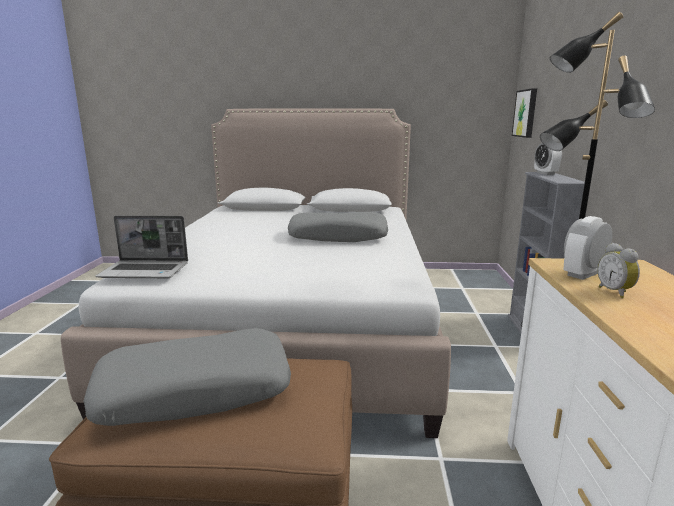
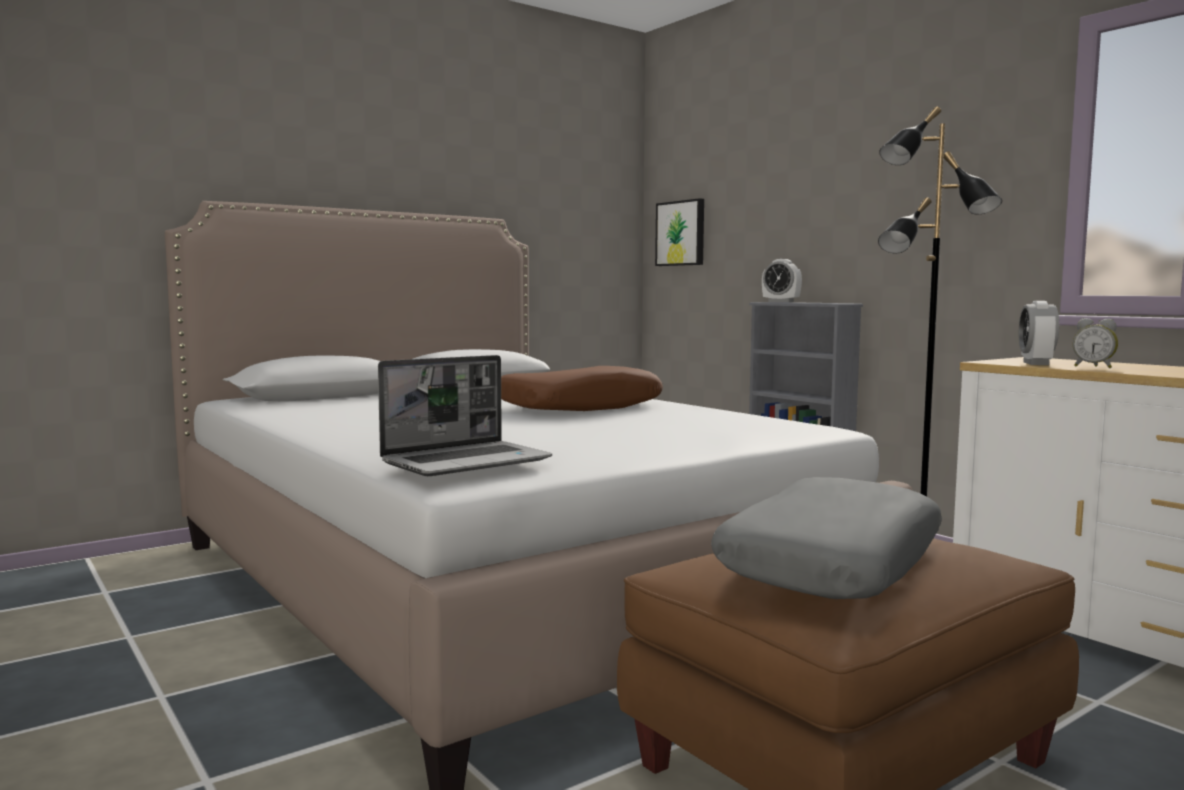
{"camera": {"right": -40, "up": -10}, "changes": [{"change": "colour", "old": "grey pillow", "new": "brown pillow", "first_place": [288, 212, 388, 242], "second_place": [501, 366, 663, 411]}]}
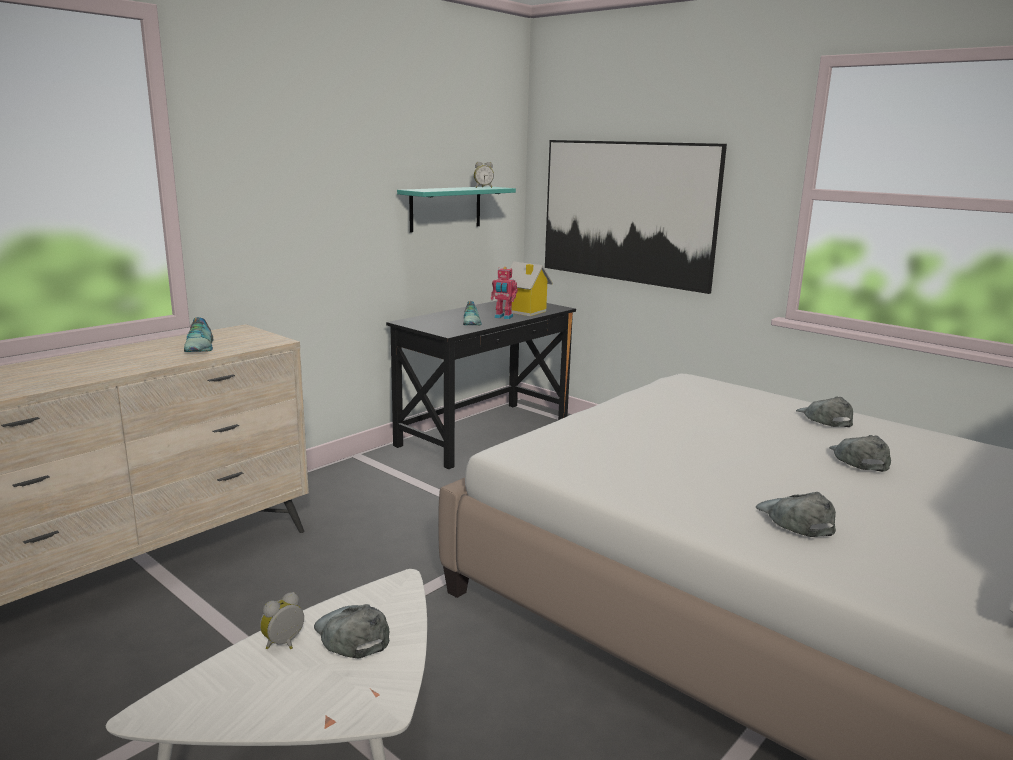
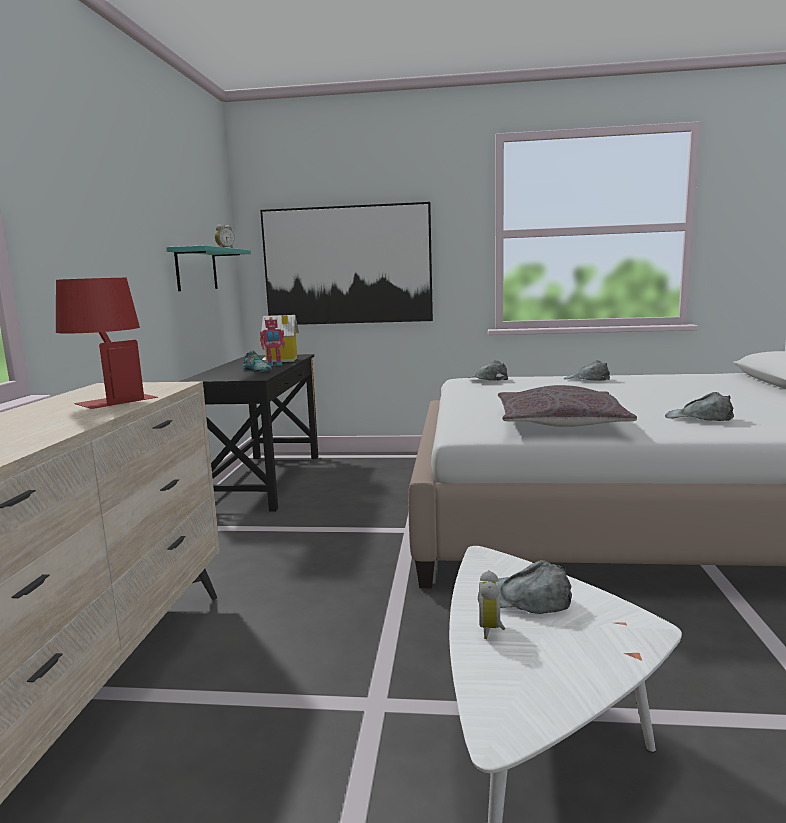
{"camera": {"right": -35, "up": -5}, "changes": [{"change": "exchanged", "old": "shoe", "new": "red table lamp", "first_place": [184, 317, 213, 352], "second_place": [56, 278, 158, 409]}, {"change": "relocated", "old": "grey cap", "first_place": [829, 435, 891, 472], "second_place": [468, 360, 508, 381]}, {"change": "appeared", "new": "grey pillow", "second_place": [498, 385, 637, 427]}]}
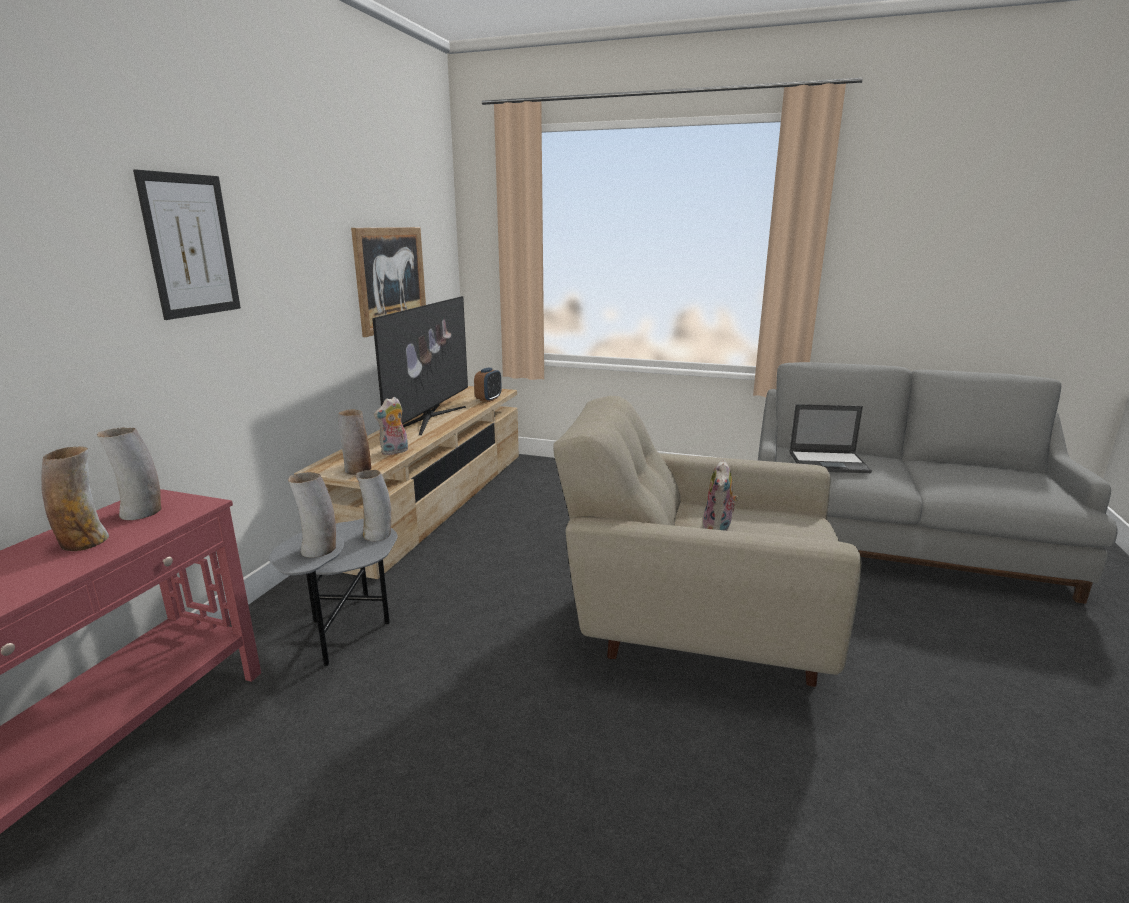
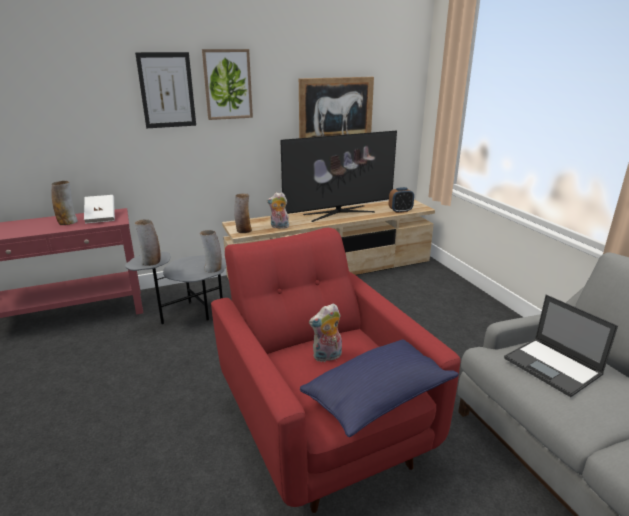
{"camera": {"right": 50, "up": 5}, "changes": [{"change": "exchanged", "old": "vase", "new": "white book", "first_place": [97, 428, 161, 520], "second_place": [84, 195, 115, 224]}, {"change": "colour", "old": "beige armchair", "new": "red armchair", "first_place": [553, 396, 862, 687], "second_place": [211, 228, 461, 513]}, {"change": "appeared", "new": "picture", "second_place": [202, 49, 253, 120]}, {"change": "appeared", "new": "blue pillow", "second_place": [300, 340, 459, 437]}]}
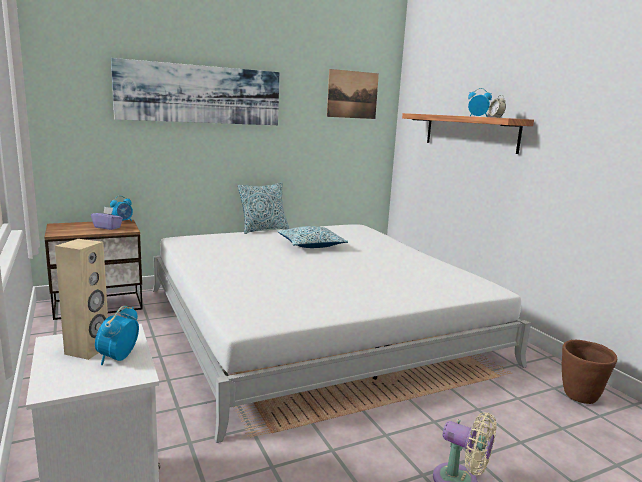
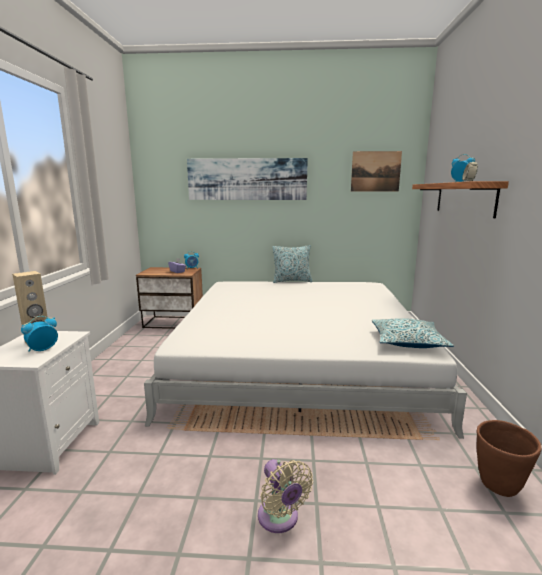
{"camera": {"right": 30, "up": 0}, "changes": [{"change": "relocated", "old": "pillow", "first_place": [278, 226, 348, 248], "second_place": [372, 318, 454, 348]}]}
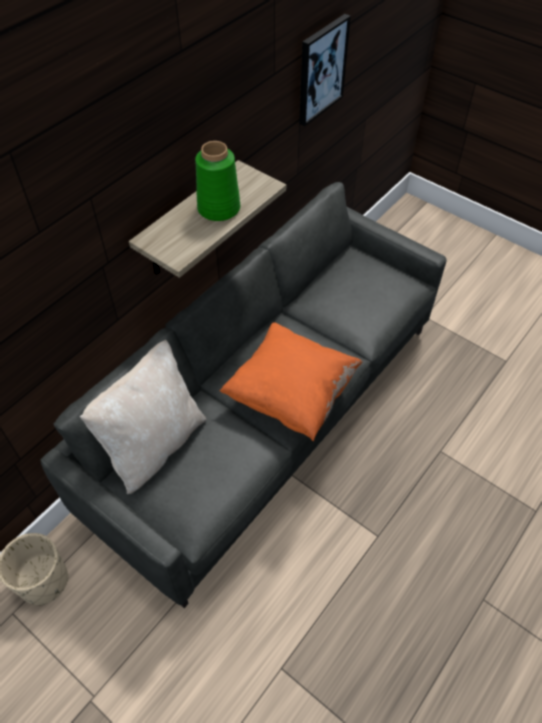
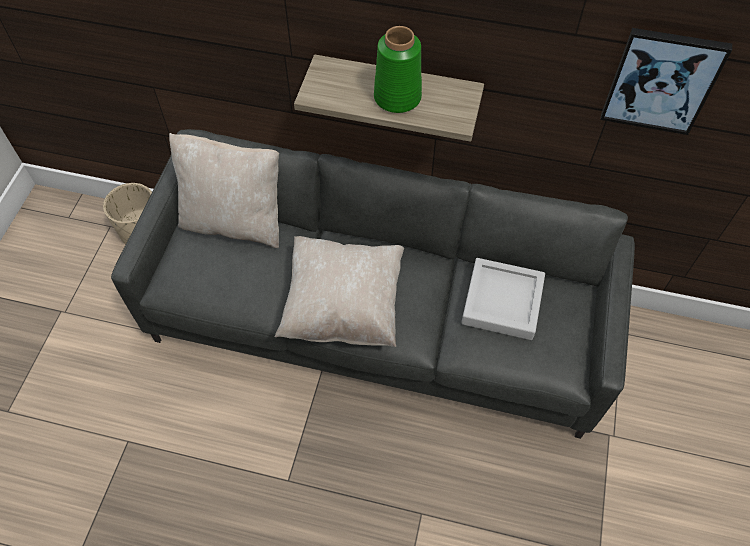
{"camera": {"right": 65, "up": 5}, "changes": [{"change": "colour", "old": "orange pillow", "new": "beige pillow", "first_place": [219, 322, 363, 441], "second_place": [275, 236, 404, 347]}, {"change": "appeared", "new": "grey tray", "second_place": [461, 258, 545, 340]}]}
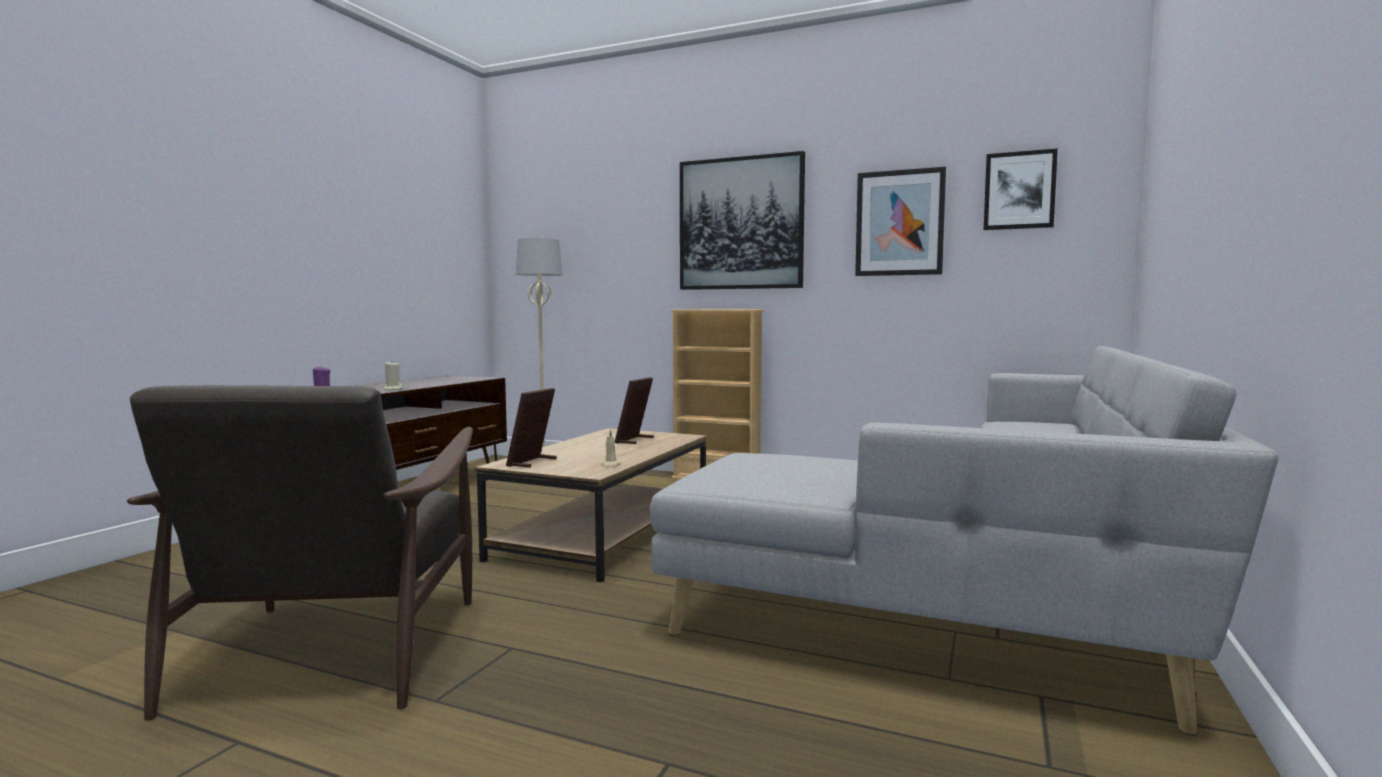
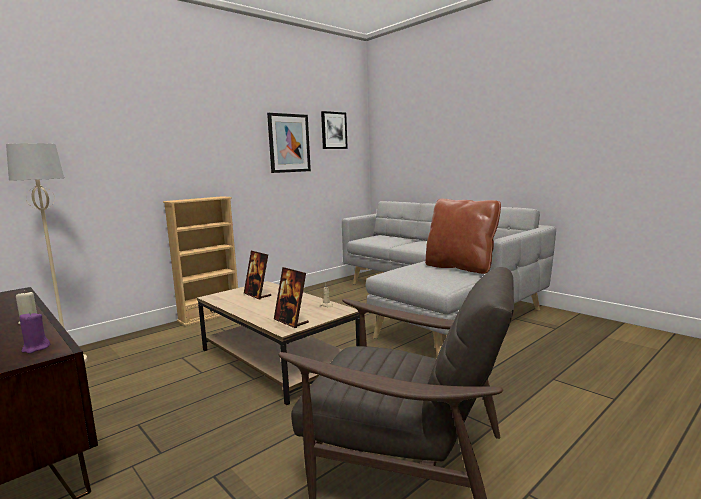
{"camera": {"right": -65, "up": 5}, "changes": [{"change": "missing", "old": "picture", "first_place": [680, 151, 805, 290]}, {"change": "appeared", "new": "brown pillow", "second_place": [425, 199, 501, 274]}]}
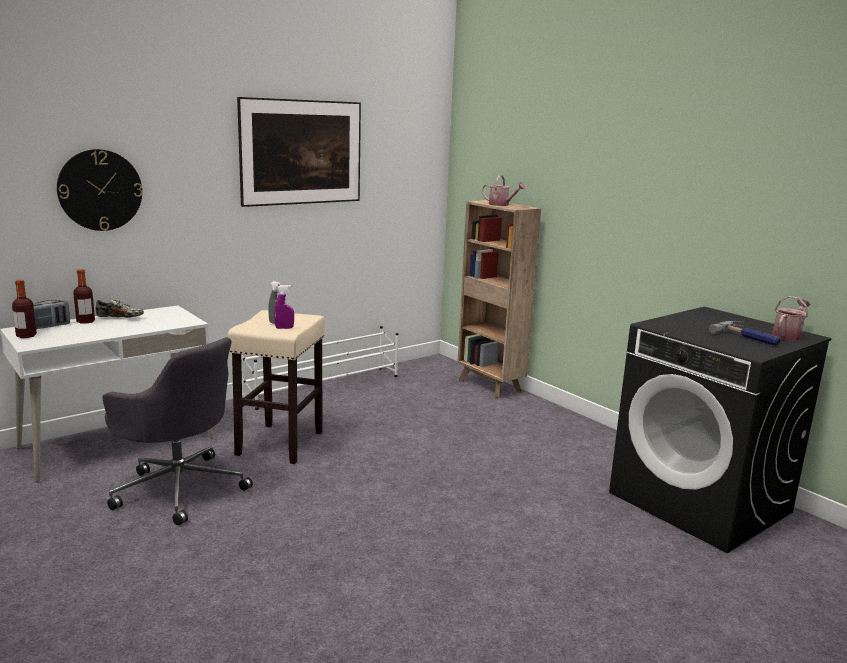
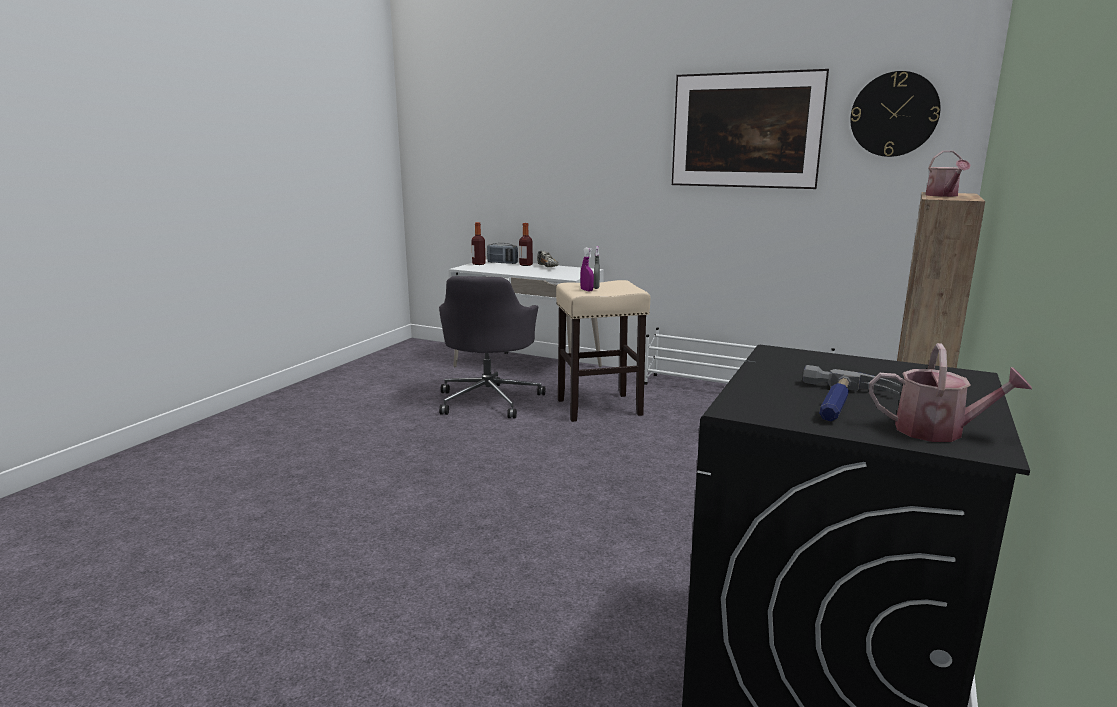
{"camera": {"right": 65, "up": 0}, "changes": [{"change": "relocated", "old": "wall clock", "first_place": [57, 149, 143, 231], "second_place": [850, 71, 940, 157]}]}
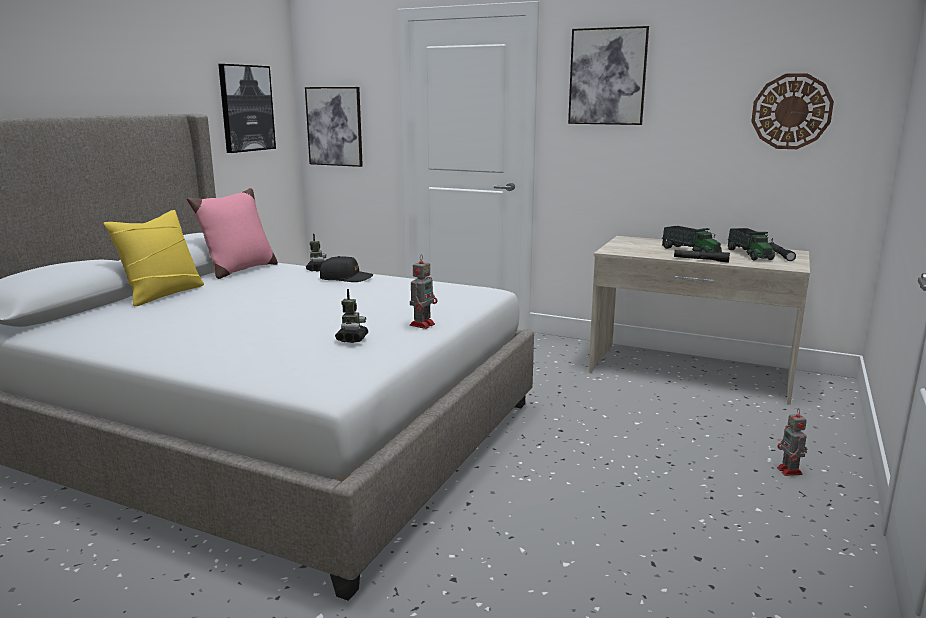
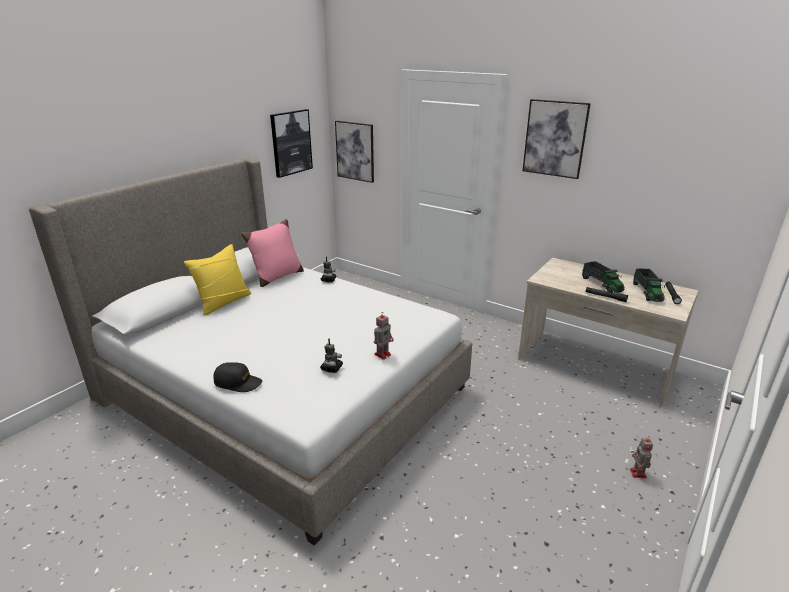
{"camera": {"right": 10, "up": 10}, "changes": [{"change": "relocated", "old": "black cap", "first_place": [320, 256, 373, 282], "second_place": [214, 362, 262, 392]}, {"change": "missing", "old": "wall clock", "first_place": [751, 73, 834, 149]}]}
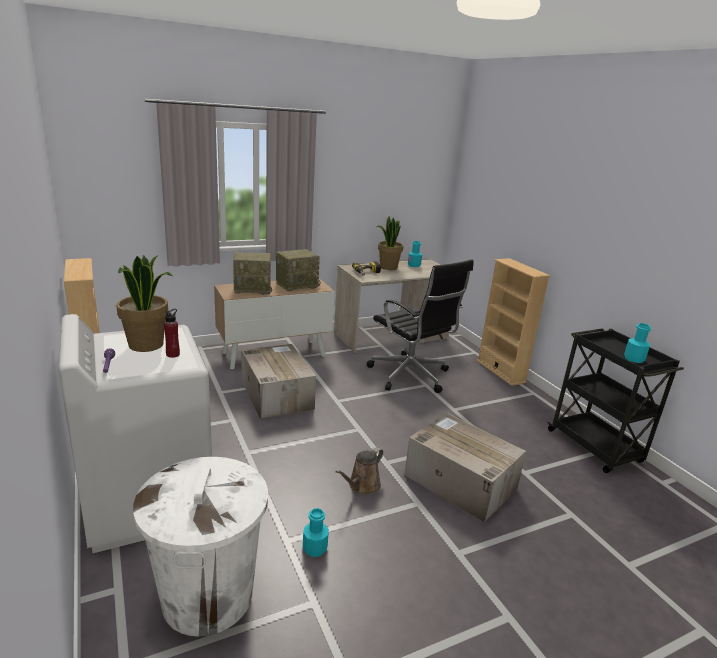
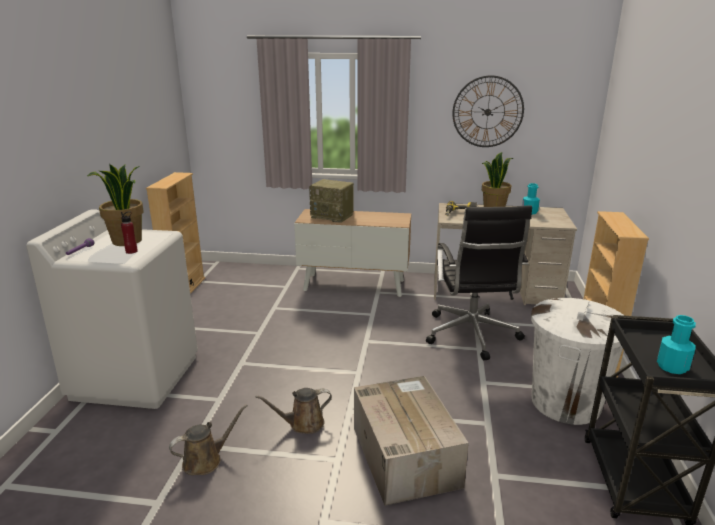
{"camera": {"right": 35, "up": 0}, "changes": [{"change": "relocated", "old": "white trash can", "first_place": [133, 457, 268, 637], "second_place": [531, 298, 624, 425]}, {"change": "missing", "old": "cardboard box", "first_place": [241, 344, 316, 419]}, {"change": "missing", "old": "radio", "first_place": [276, 249, 321, 291]}, {"change": "exchanged", "old": "turquoise bottle", "new": "brown watering can", "first_place": [303, 508, 329, 557], "second_place": [169, 404, 247, 475]}, {"change": "appeared", "new": "wall clock", "second_place": [452, 75, 524, 147]}]}
